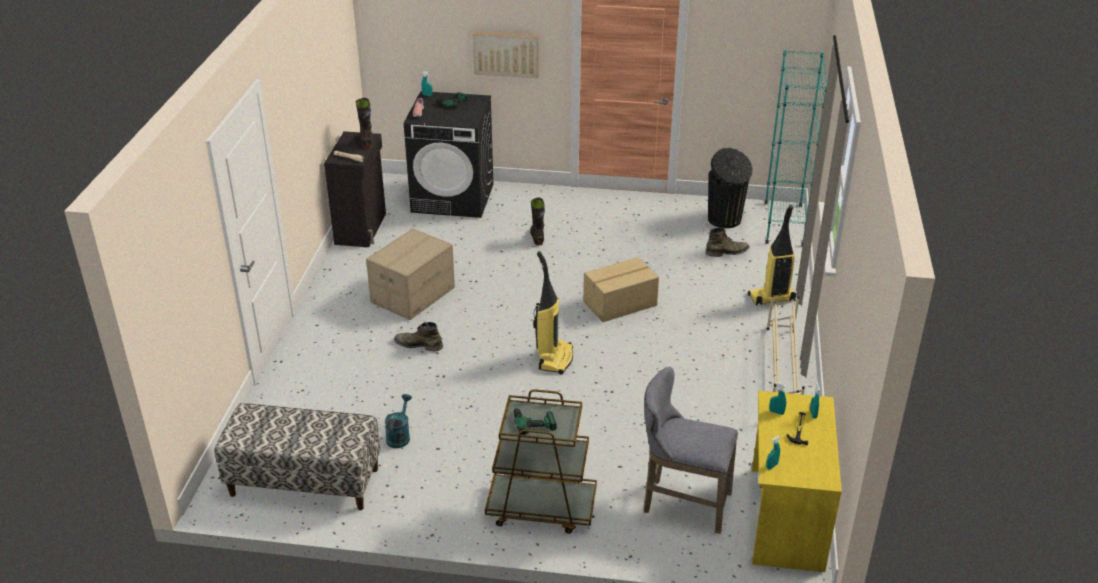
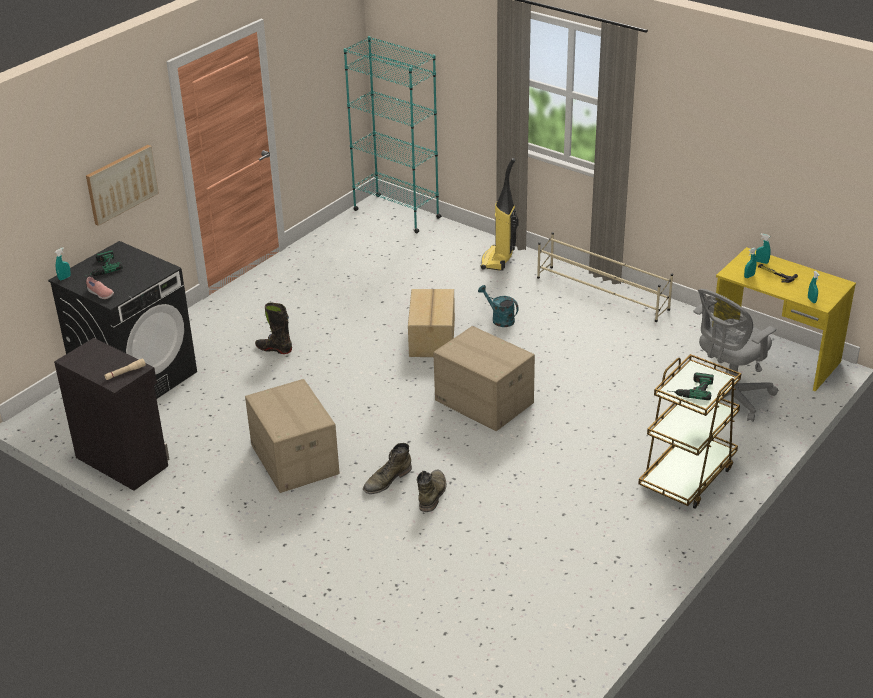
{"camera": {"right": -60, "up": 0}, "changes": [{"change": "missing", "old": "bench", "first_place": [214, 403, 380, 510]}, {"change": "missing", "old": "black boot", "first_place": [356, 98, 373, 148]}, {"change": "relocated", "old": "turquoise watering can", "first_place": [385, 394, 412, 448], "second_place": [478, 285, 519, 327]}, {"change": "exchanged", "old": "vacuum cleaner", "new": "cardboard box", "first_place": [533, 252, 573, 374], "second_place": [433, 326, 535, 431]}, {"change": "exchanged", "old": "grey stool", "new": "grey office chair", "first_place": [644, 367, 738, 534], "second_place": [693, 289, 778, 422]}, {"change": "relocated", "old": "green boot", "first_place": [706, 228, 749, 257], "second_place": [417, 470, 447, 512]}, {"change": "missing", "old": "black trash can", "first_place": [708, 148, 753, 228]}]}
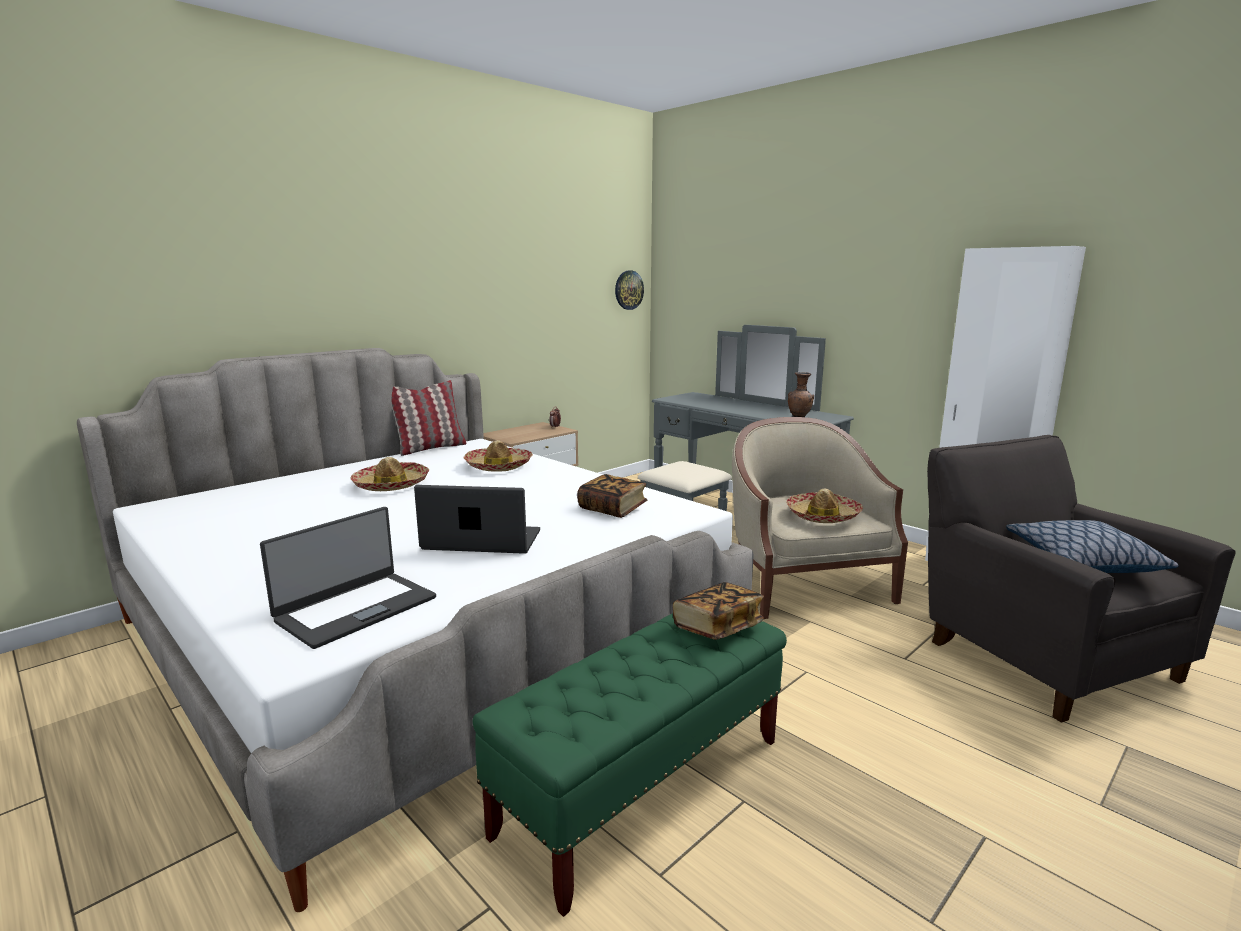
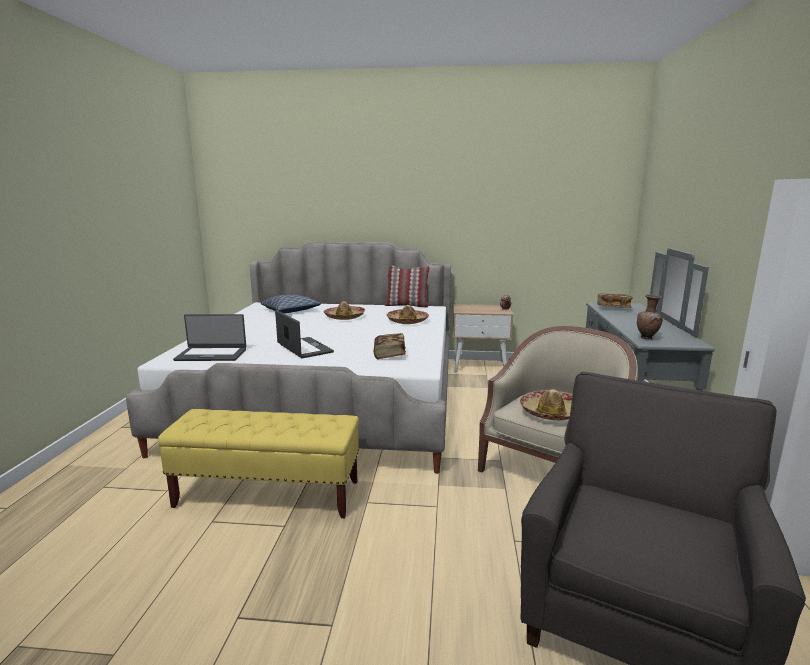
{"camera": {"right": 50, "up": 0}, "changes": [{"change": "colour", "old": "green bench", "new": "yellow bench", "first_place": [473, 614, 787, 917], "second_place": [158, 409, 359, 518]}, {"change": "missing", "old": "wall clock", "first_place": [615, 271, 644, 310]}, {"change": "relocated", "old": "book", "first_place": [673, 582, 764, 640], "second_place": [597, 294, 633, 308]}, {"change": "relocated", "old": "pillow", "first_place": [1006, 520, 1179, 573], "second_place": [260, 295, 321, 313]}]}
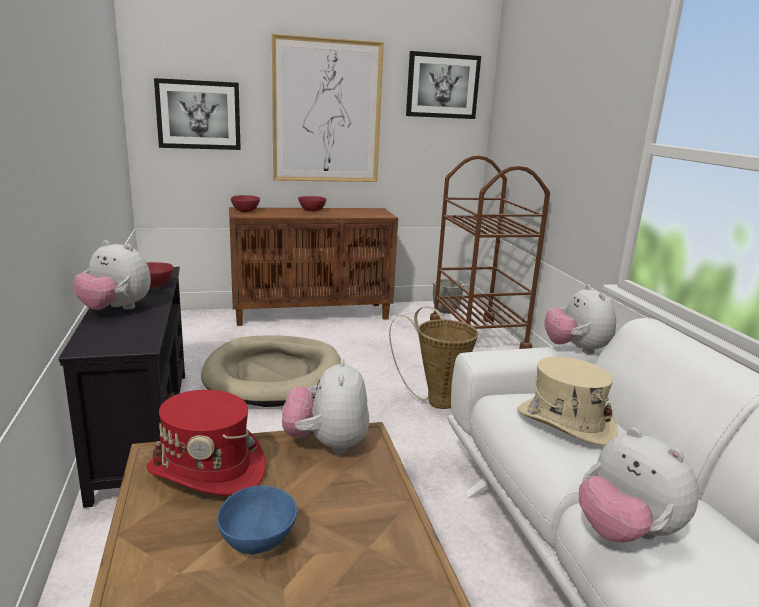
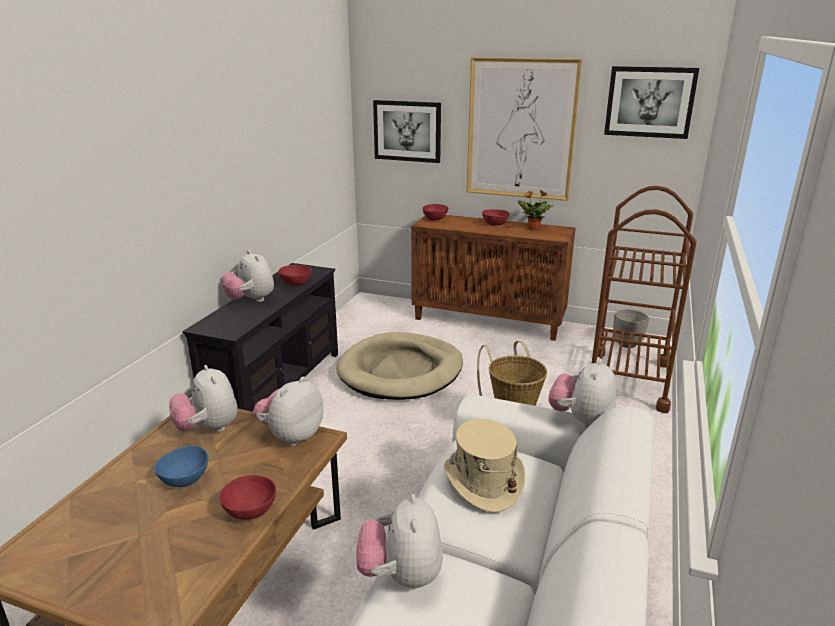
{"camera": {"right": 35, "up": 5}, "changes": [{"change": "exchanged", "old": "red hat", "new": "plush toy", "first_place": [147, 390, 266, 496], "second_place": [169, 365, 238, 432]}, {"change": "appeared", "new": "red bowl", "second_place": [220, 475, 276, 520]}, {"change": "appeared", "new": "potted plant", "second_place": [518, 190, 554, 230]}]}
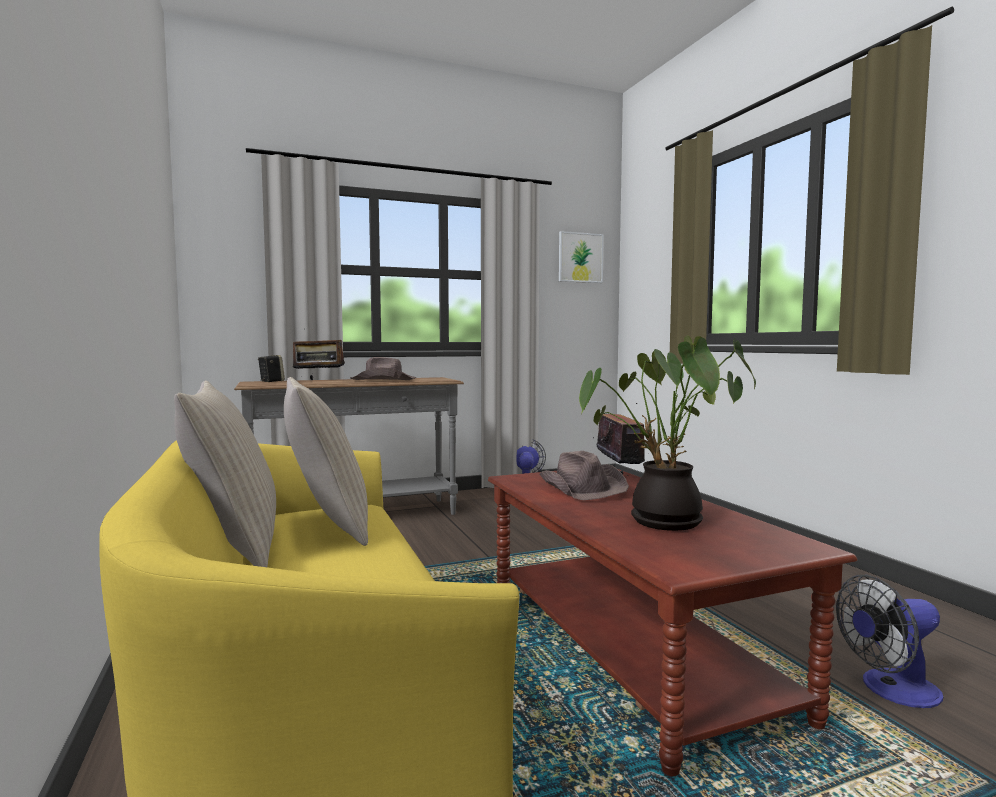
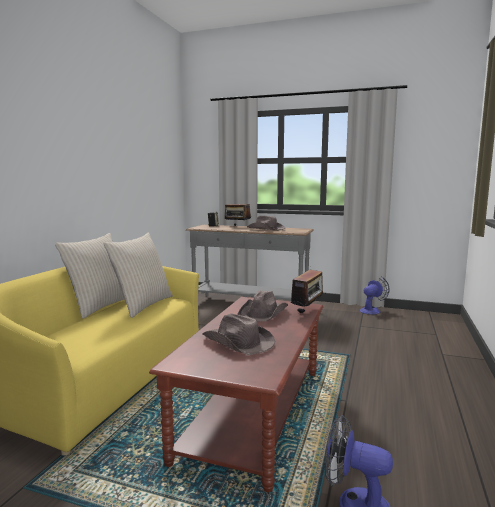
{"camera": {"right": 40, "up": 5}, "changes": [{"change": "missing", "old": "picture", "first_place": [559, 231, 604, 283]}, {"change": "exchanged", "old": "potted plant", "new": "brown hat", "first_place": [579, 335, 756, 531], "second_place": [202, 314, 275, 355]}]}
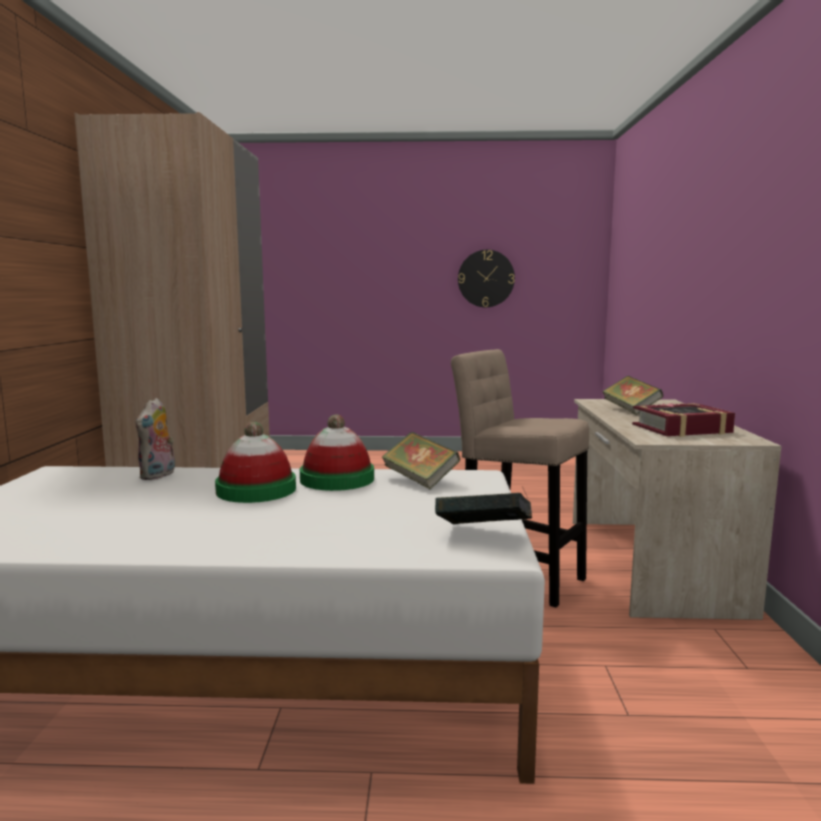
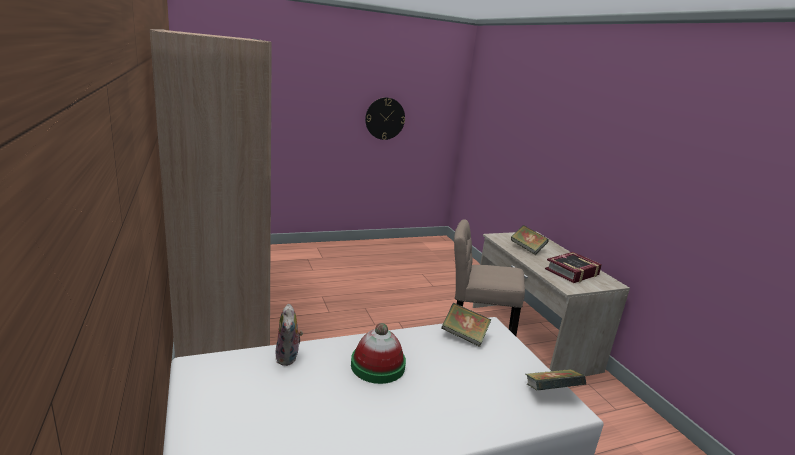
{"camera": {"right": -25, "up": 10}, "changes": [{"change": "missing", "old": "hat", "first_place": [300, 414, 374, 491]}]}
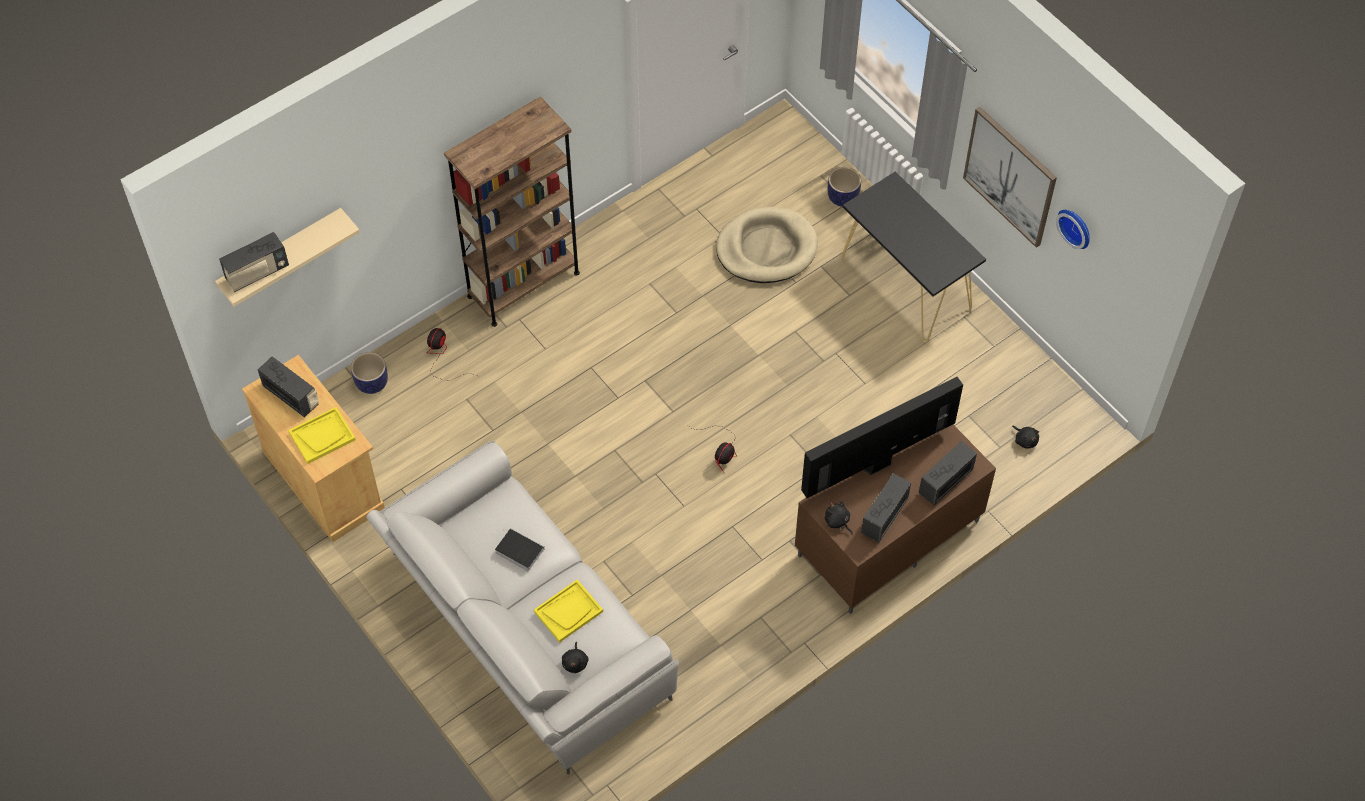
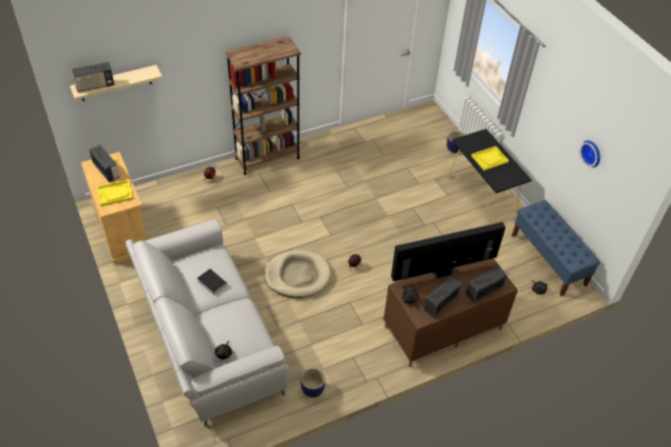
{"camera": {"right": 10, "up": -10}, "changes": [{"change": "relocated", "old": "planter", "first_place": [351, 352, 388, 394], "second_place": [301, 368, 325, 398]}, {"change": "relocated", "old": "yellow tray", "first_place": [534, 580, 603, 643], "second_place": [471, 146, 509, 171]}, {"change": "relocated", "old": "beige dog bed", "first_place": [716, 207, 818, 283], "second_place": [265, 250, 331, 298]}, {"change": "missing", "old": "picture", "first_place": [963, 106, 1057, 248]}, {"change": "appeared", "new": "blue bench", "second_place": [512, 200, 600, 297]}]}
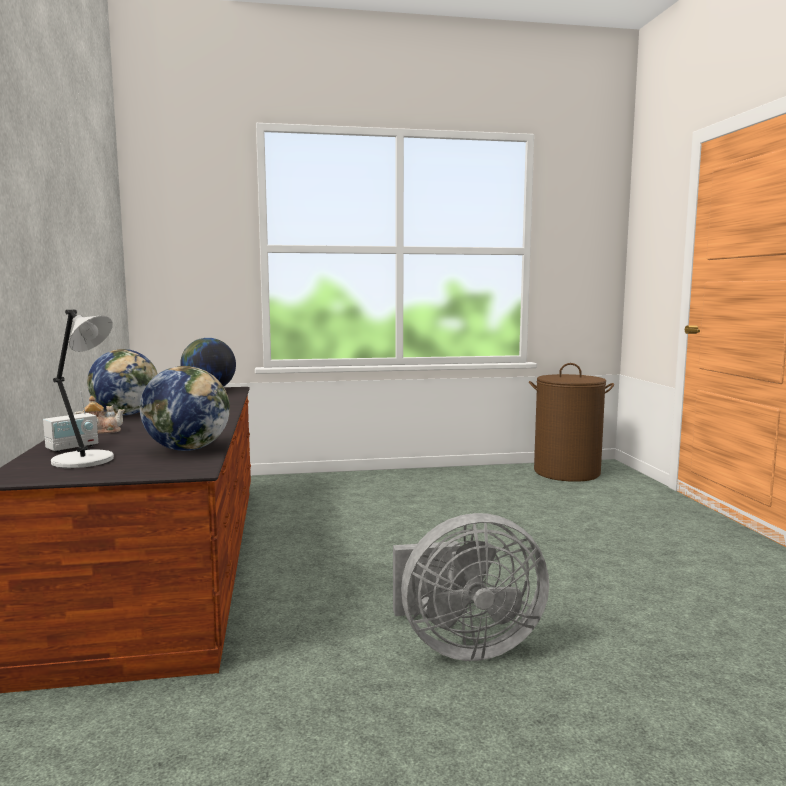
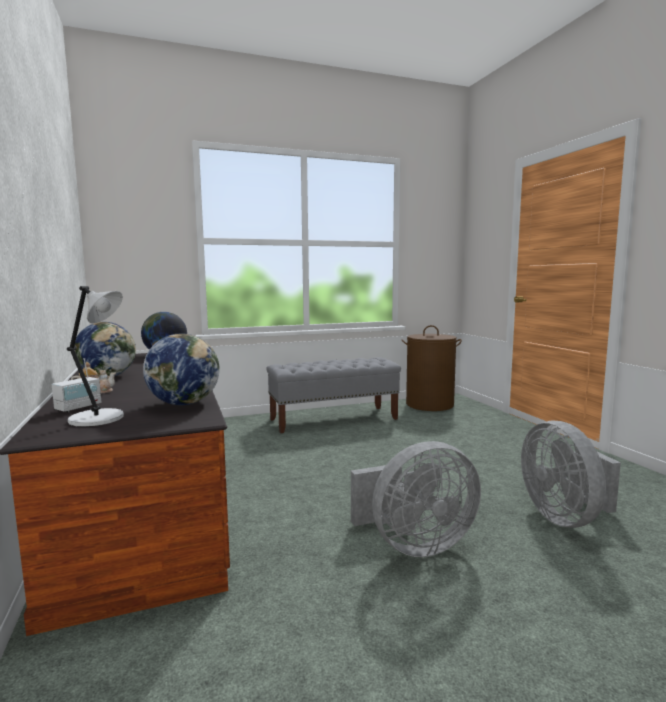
{"camera": {"right": -10, "up": 0}, "changes": [{"change": "appeared", "new": "grey bench", "second_place": [266, 357, 401, 433]}, {"change": "appeared", "new": "grey fan", "second_place": [521, 420, 621, 528]}]}
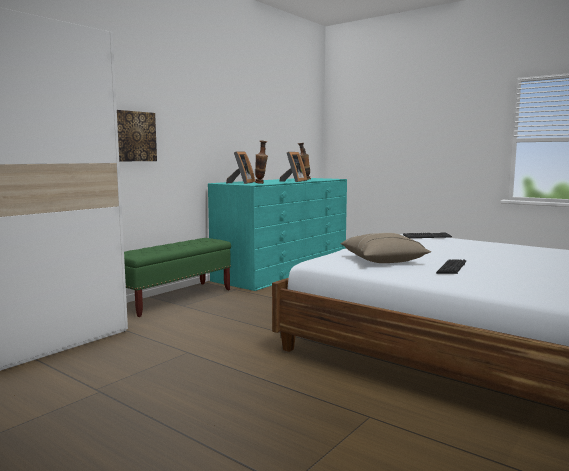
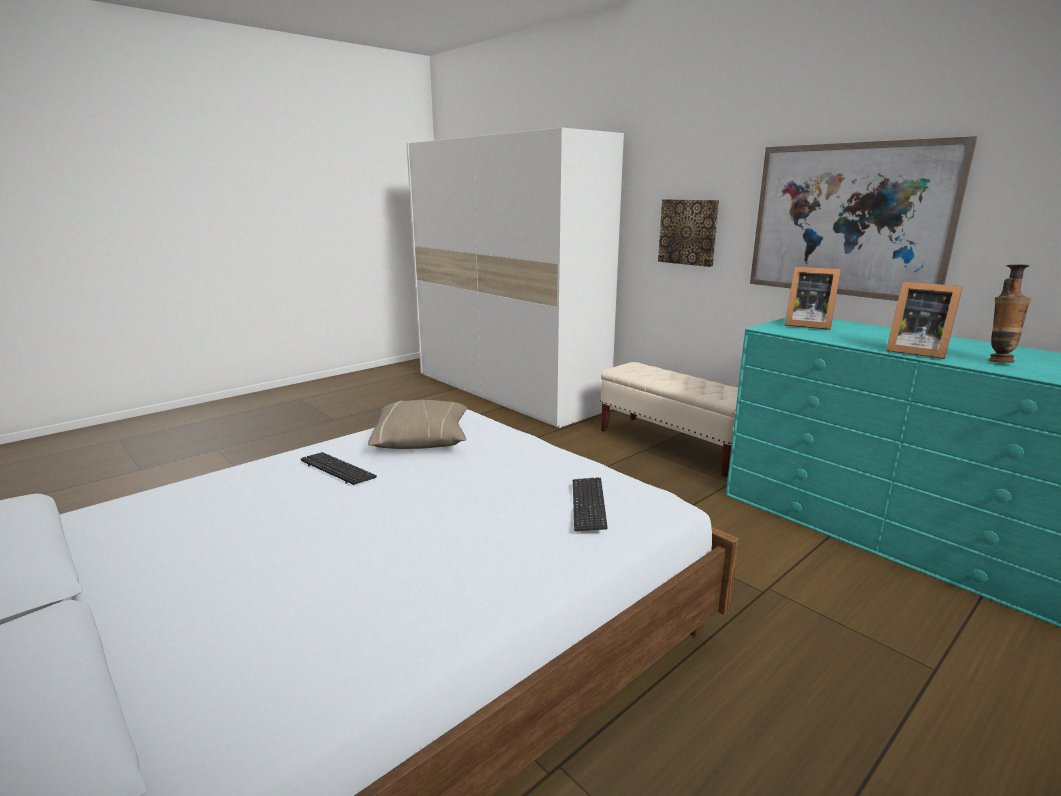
{"camera": {"right": 100, "up": 10}, "changes": [{"change": "colour", "old": "green bench", "new": "beige bench", "first_place": [124, 238, 231, 317], "second_place": [600, 362, 738, 477]}, {"change": "missing", "old": "vase", "first_place": [255, 141, 268, 184]}, {"change": "appeared", "new": "picture", "second_place": [750, 136, 978, 301]}]}
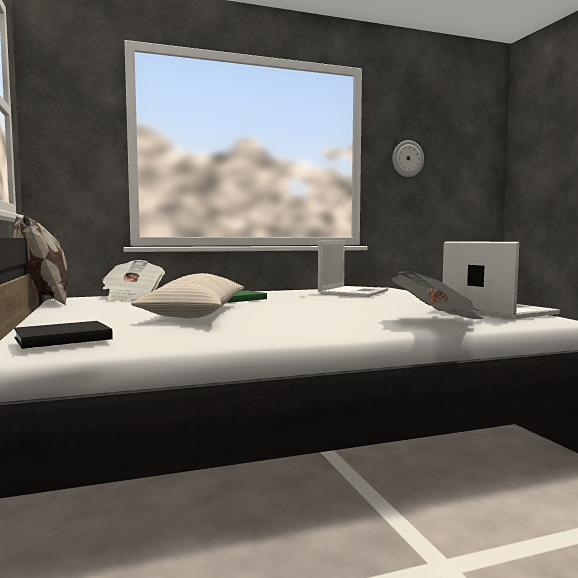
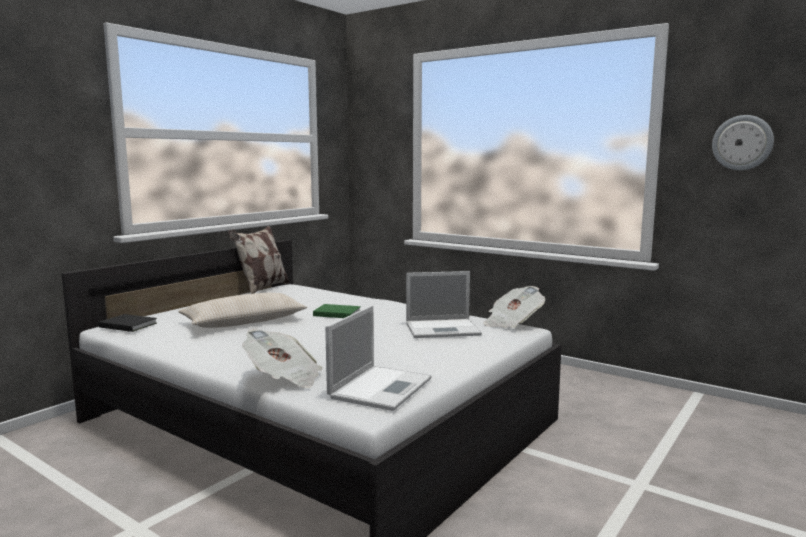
{"camera": {"right": 55, "up": 5}, "changes": [{"change": "relocated", "old": "newspaper", "first_place": [102, 260, 165, 301], "second_place": [483, 286, 545, 328]}]}
